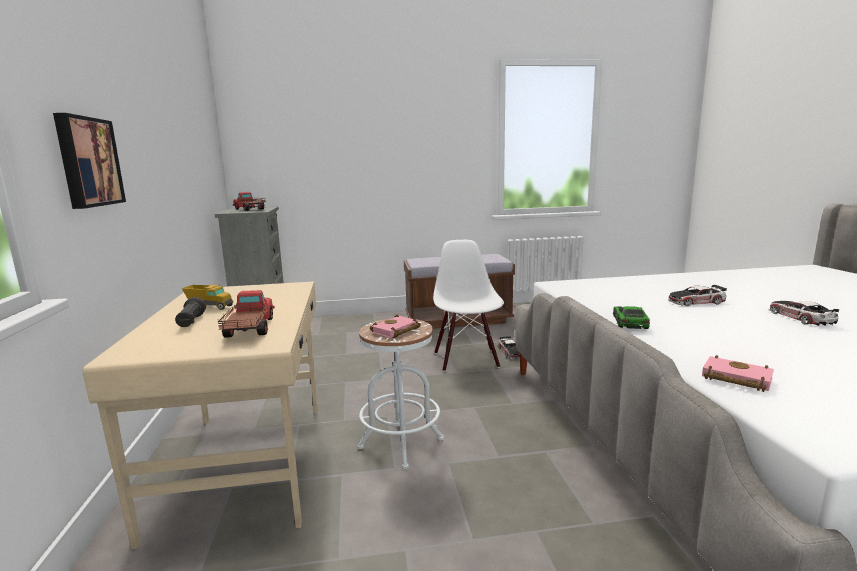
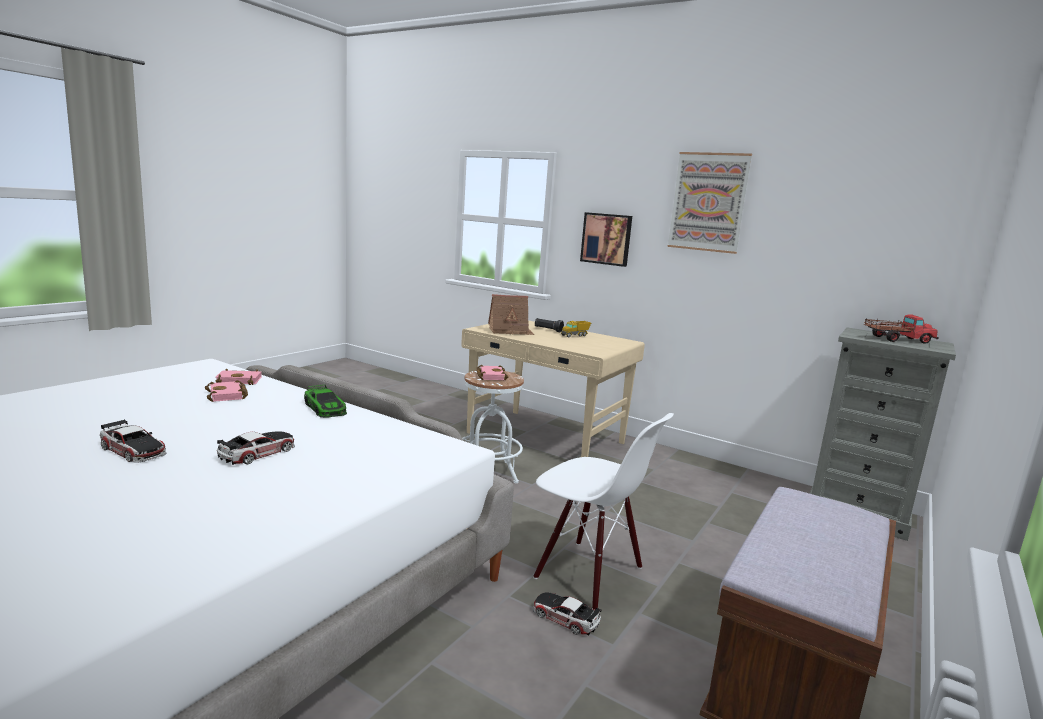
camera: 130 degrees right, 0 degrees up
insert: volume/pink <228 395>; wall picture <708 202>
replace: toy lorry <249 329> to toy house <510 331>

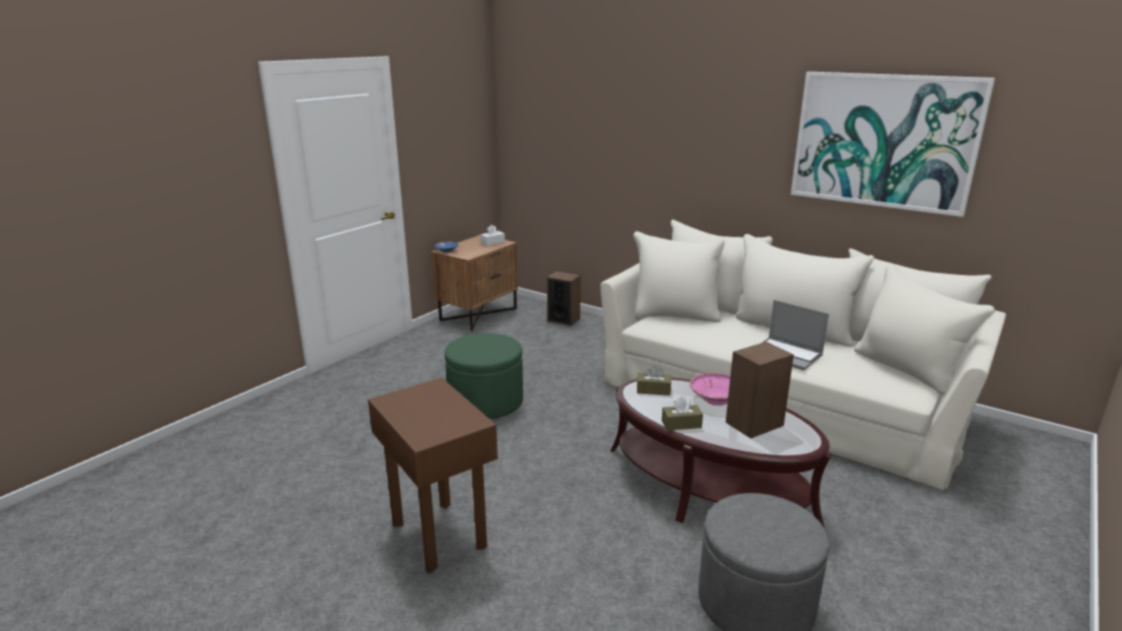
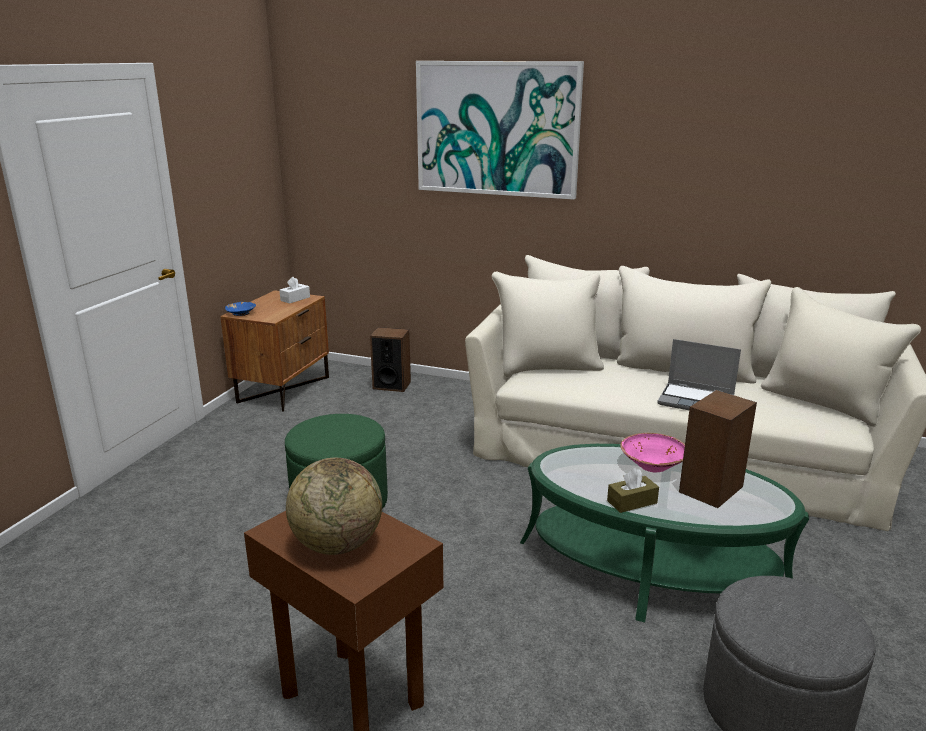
camera: 15 degrees left, 0 degrees up
delete: tissue box/brown <653 390>
insert: globe <337 544>
move: wall picture <884 141> to <497 129>
recolor: coffee table/brown <708 485> to coffee table/greenish <651 568>

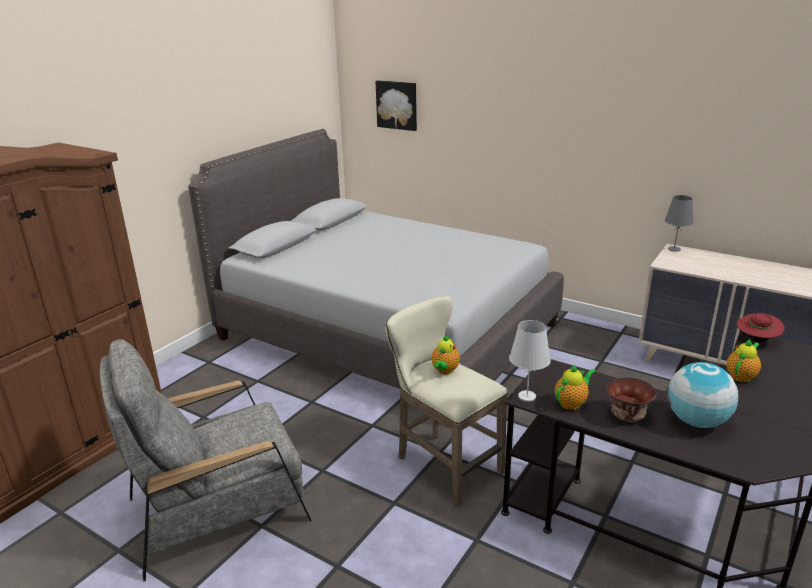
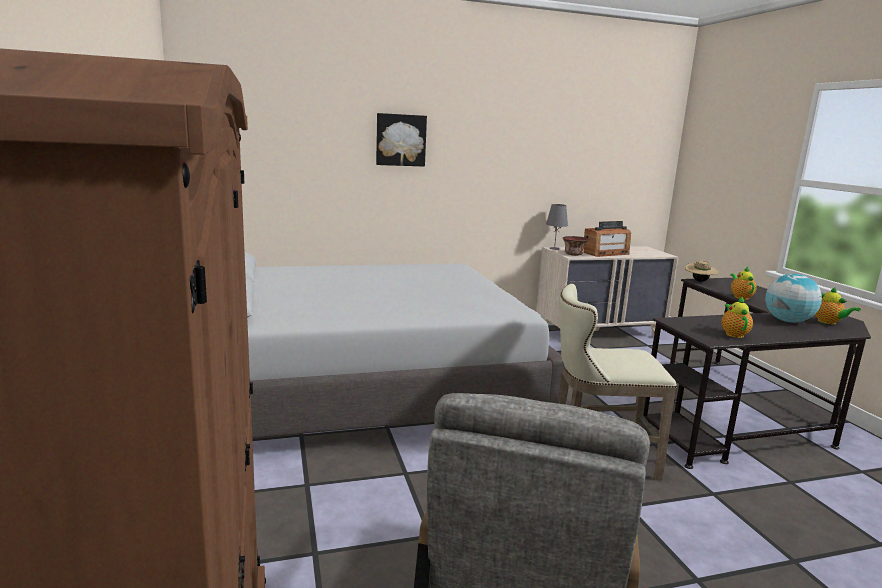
camera: 50 degrees left, 10 degrees down
delete: table lamp/white-coloured <526 396>
insert: radio receiver <605 253>
move: wall picture <397 105> to <400 140>; teapot <444 371> to <828 322>; serving bowl <627 416> to <574 255>
recolor: clothing hat/red-coloured <756 340> to clothing hat/beige-coloured <699 281>

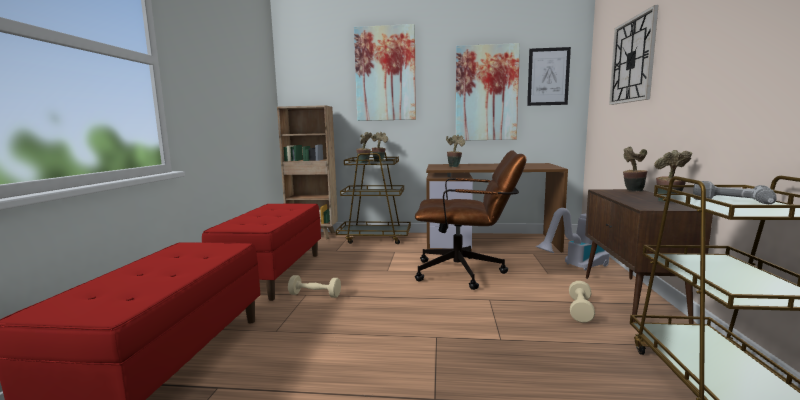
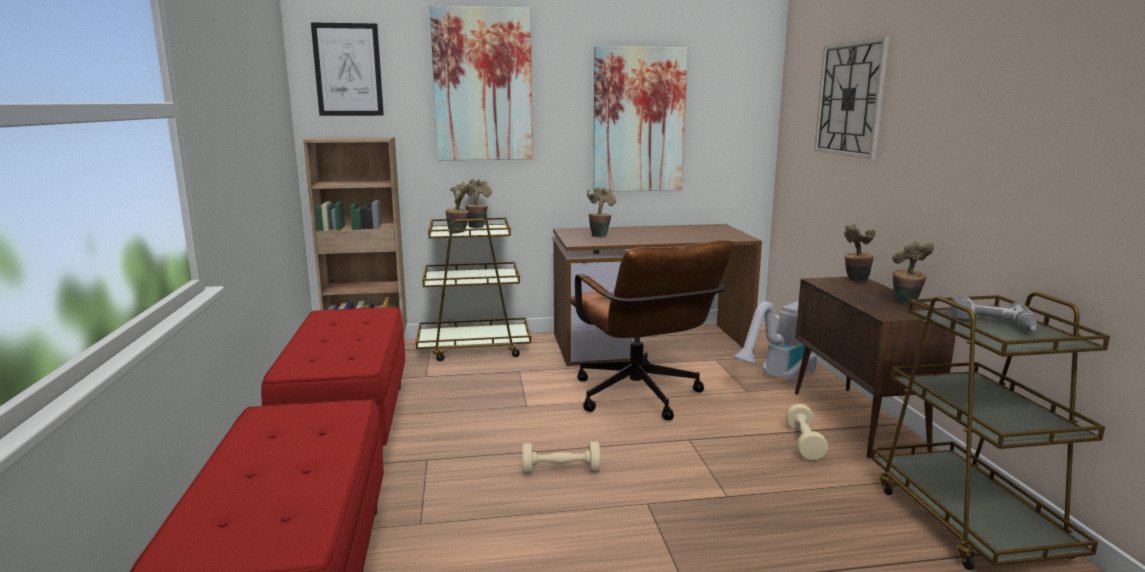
camera: 15 degrees left, 5 degrees up
move: dumbbell/beige-coloured <315 295> to <561 471>; wall picture <548 77> to <348 70>
rotate: desk chair/brown <467 272> = <641 399> 75 degrees clockwise

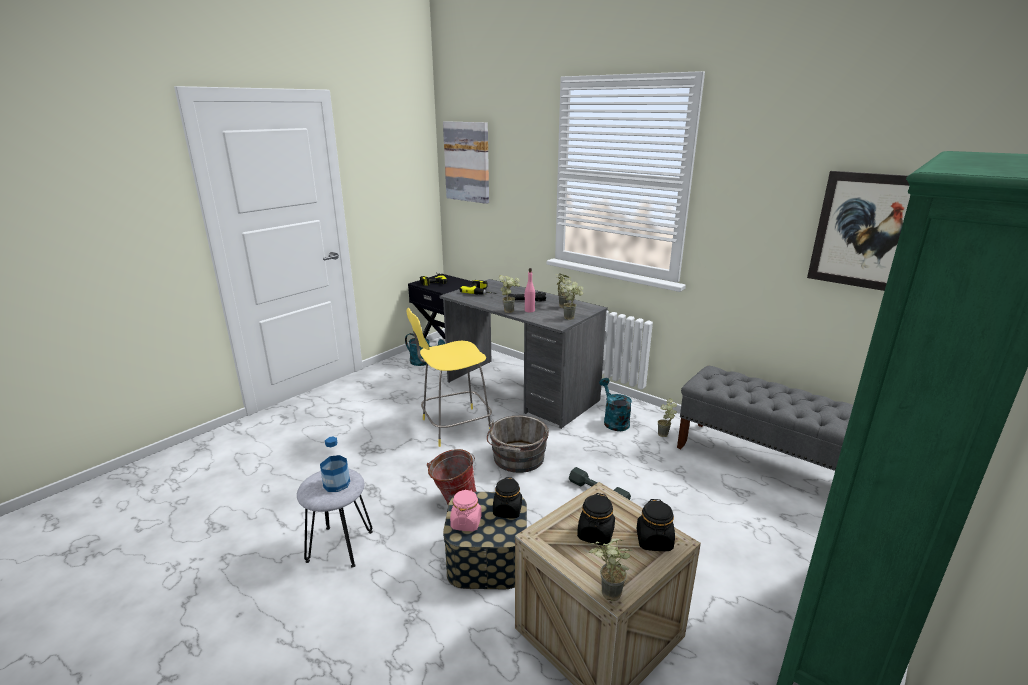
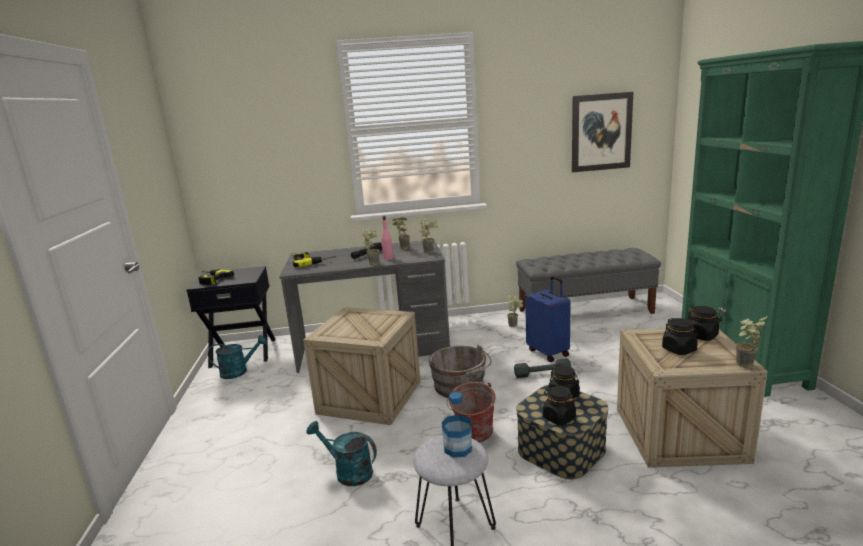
camera: 45 degrees left, 5 degrees down
delete: wall picture <467 162>
insert: travel case/blue-coloured <549 352>
move: watering pot/turquoise <614 421> to <348 472>
replace: stool/yellowish <453 427> to packing crate <370 397>
recolor: storage jar/pink <466 522> to storage jar/black-coloured <559 418>

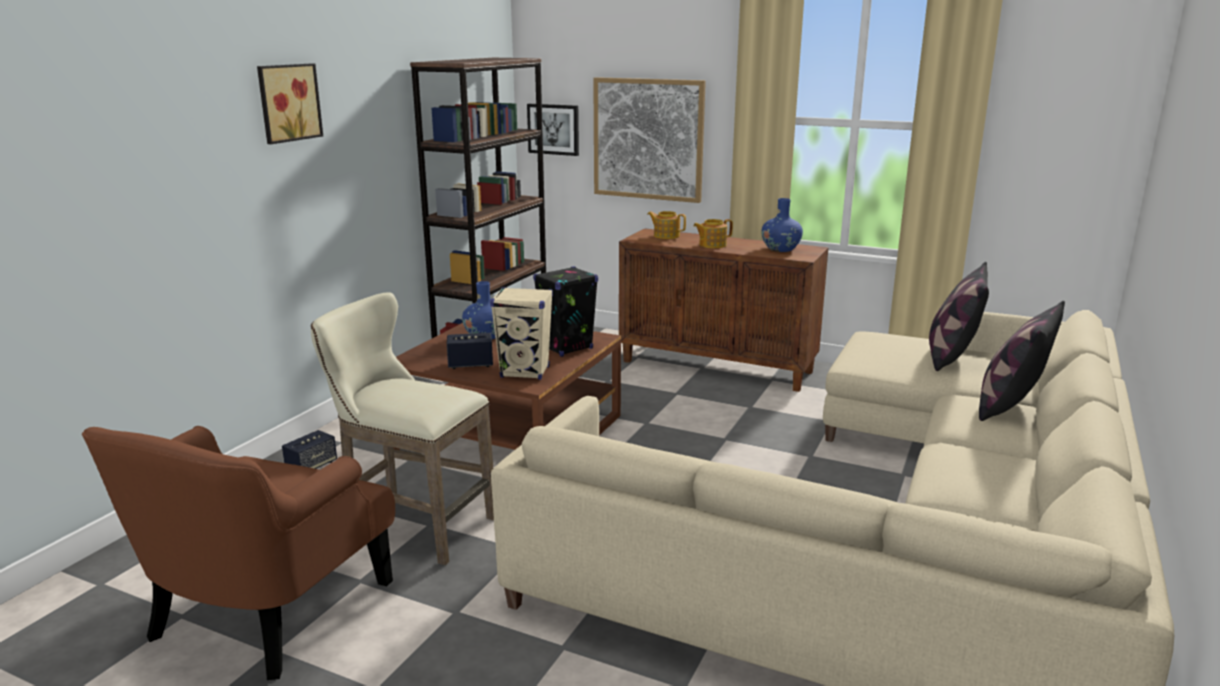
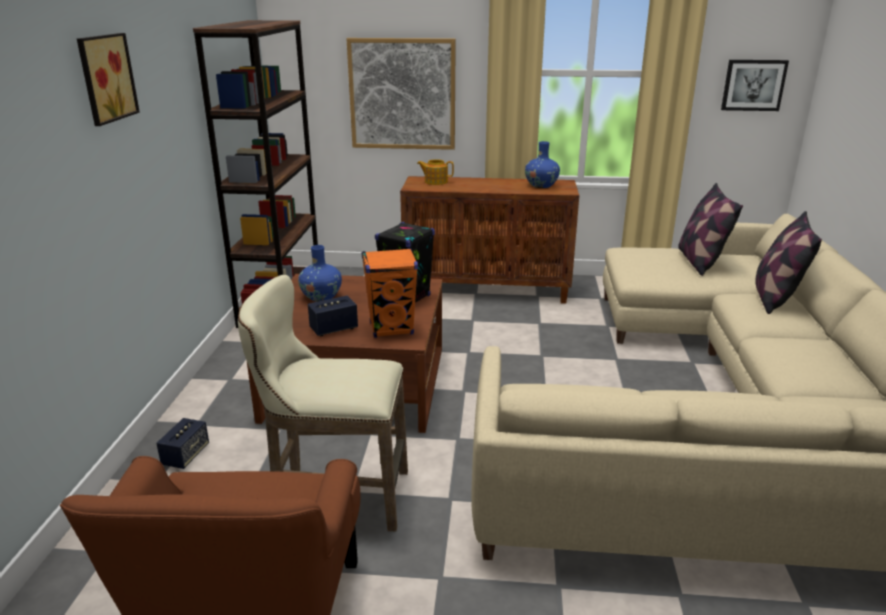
camera: 20 degrees left, 5 degrees up
delete: teapot <712 245>
move: wall picture <553 129> to <753 85>
recolor: loudspeaker/beige-coloured <525 372> to loudspeaker/orangey <392 329>

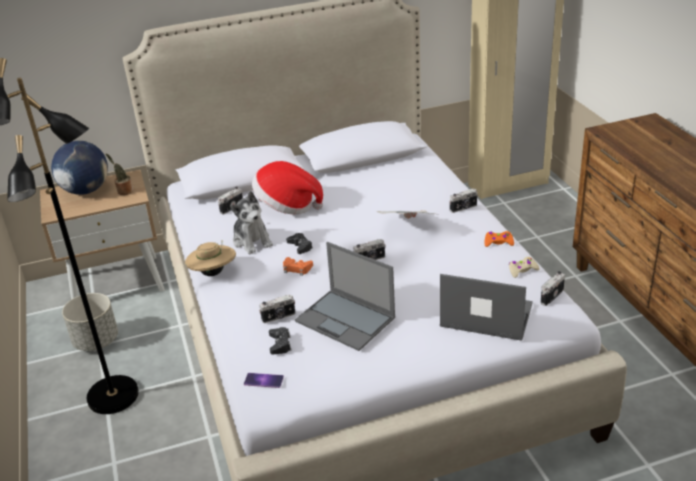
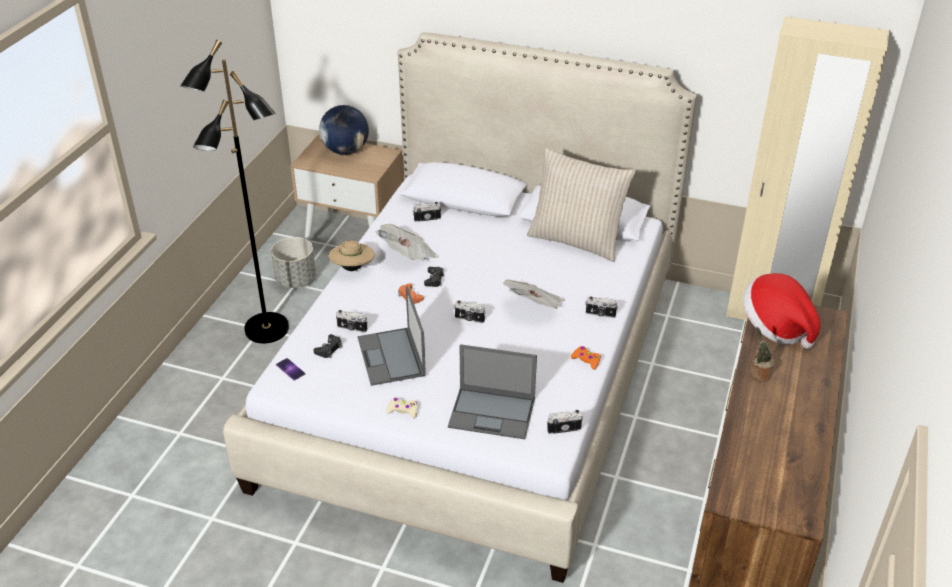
camera: 35 degrees right, 5 degrees up
insert: throw pillow/beige-coloured <576 240>
move: houseplant <124 191> to <758 374>; clothing hat <287 206> to <776 326>; joypad/beige-coloured <522 270> to <402 410>
replace: cuddly toy <252 241> to newspaper <408 256>
rotate: portable computer <485 315> = <493 413> 135 degrees clockwise

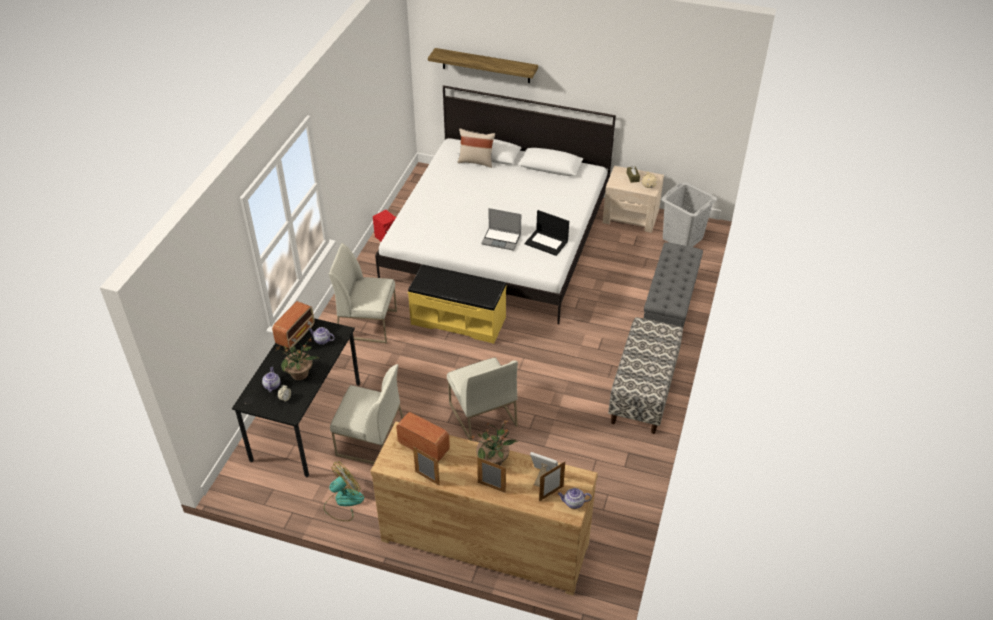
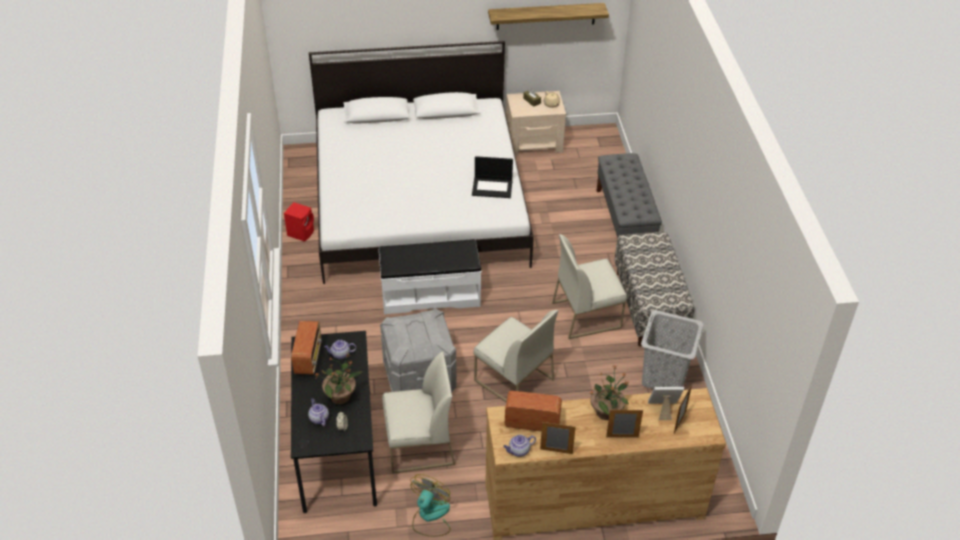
camera: 25 degrees left, 0 degrees up
delete: throw pillow/beige-coloured <476 161>; portable computer <502 239>
insert: storage box/greyish <419 378>
move: plain chair/white-coloured <368 323> to <586 314>; bracket shelf <486 65> to <546 16>; teapot <573 503> to <519 451>; washing basket/greyish <682 239> to <664 378>
recolor: bench/yellowish <458 320> to bench/white-coloured <430 294>

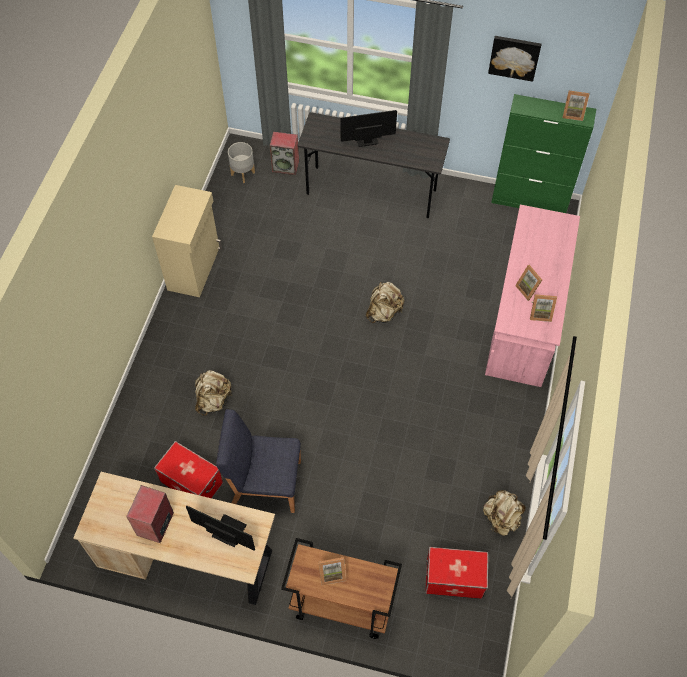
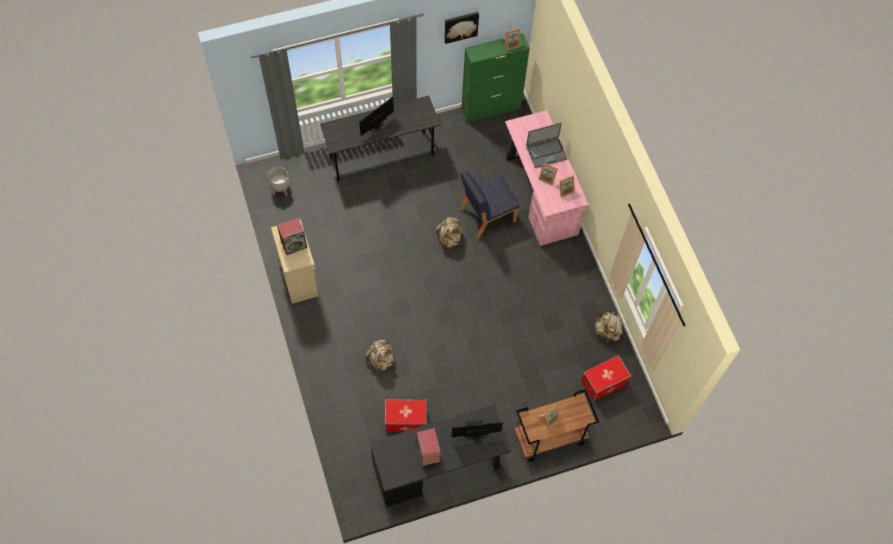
camera: 35 degrees left, 5 degrees up
insert: portable computer <546 152>
move: plain chair/blue-coloured <264 483> to <487 215>; loudspeaker <286 166> to <294 244>
recolor: desk/beige-coloured <188 558> to desk/black-coloured <439 467>

